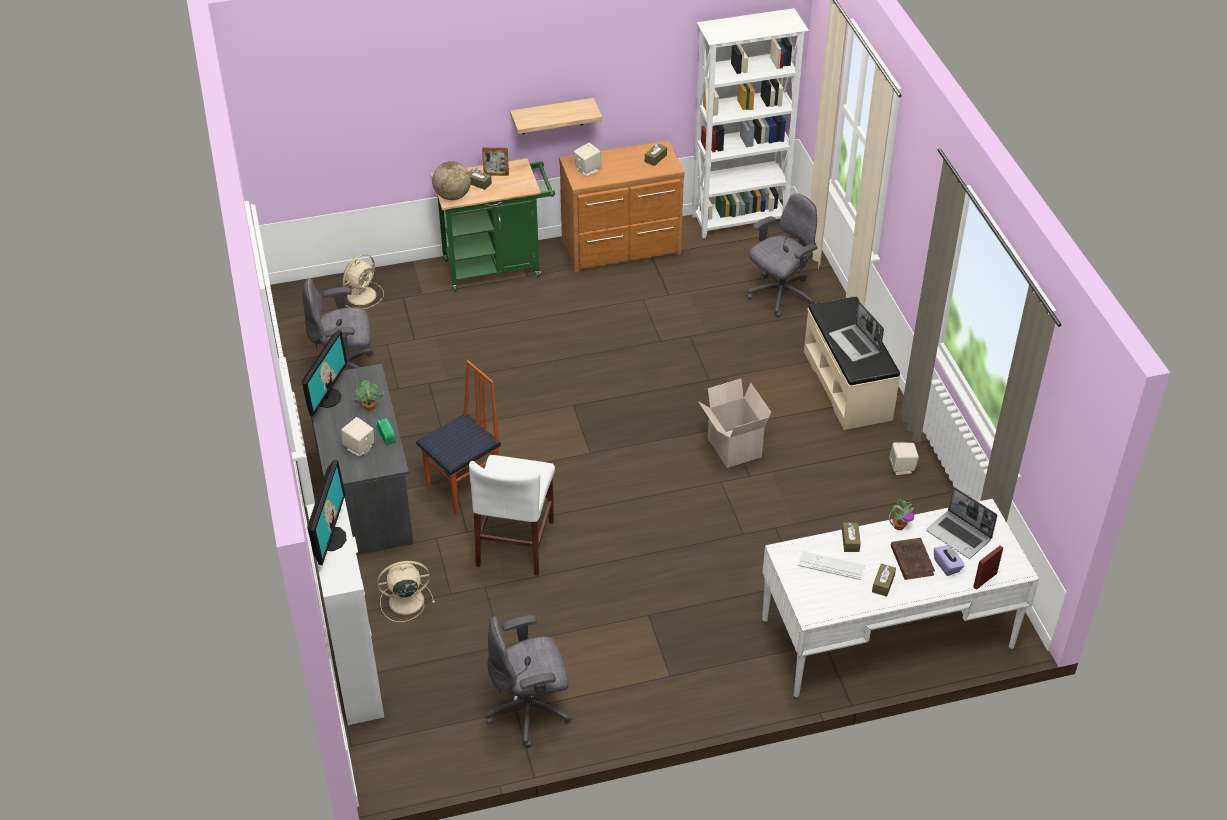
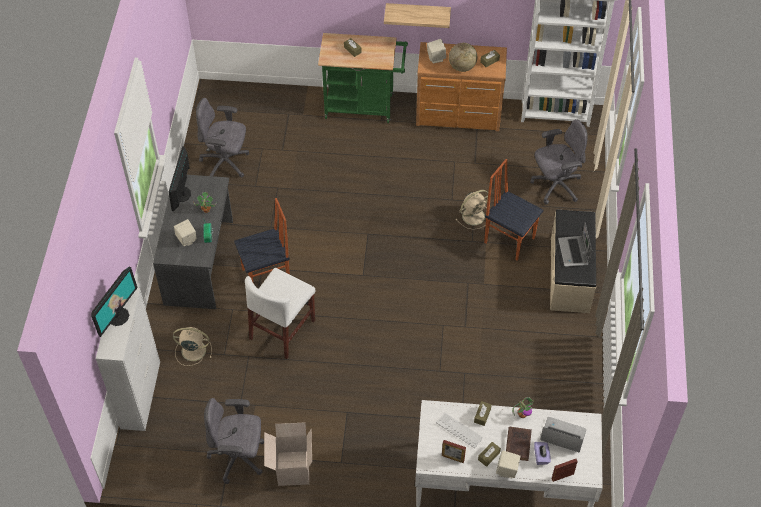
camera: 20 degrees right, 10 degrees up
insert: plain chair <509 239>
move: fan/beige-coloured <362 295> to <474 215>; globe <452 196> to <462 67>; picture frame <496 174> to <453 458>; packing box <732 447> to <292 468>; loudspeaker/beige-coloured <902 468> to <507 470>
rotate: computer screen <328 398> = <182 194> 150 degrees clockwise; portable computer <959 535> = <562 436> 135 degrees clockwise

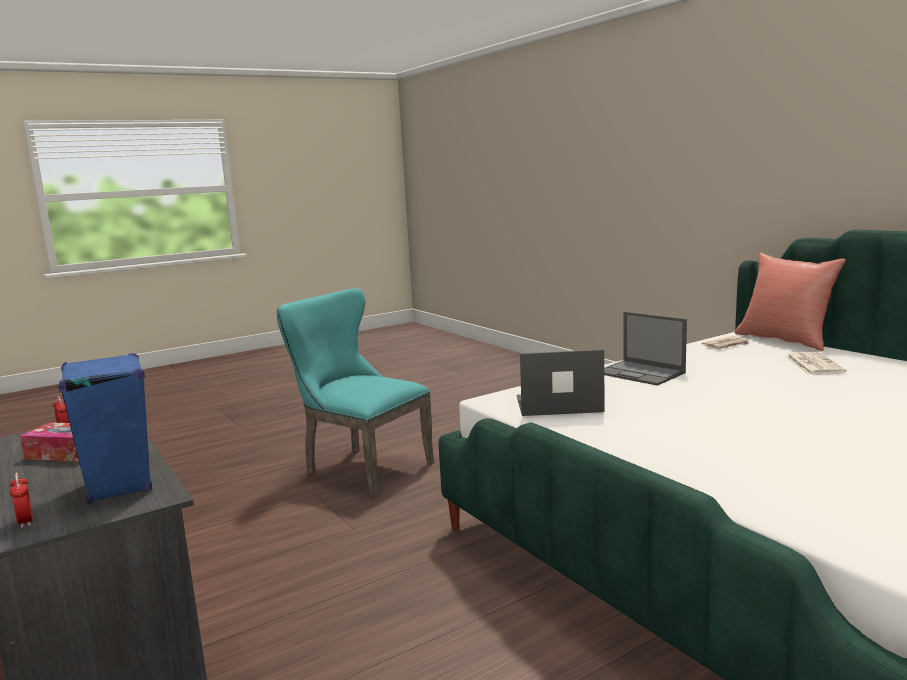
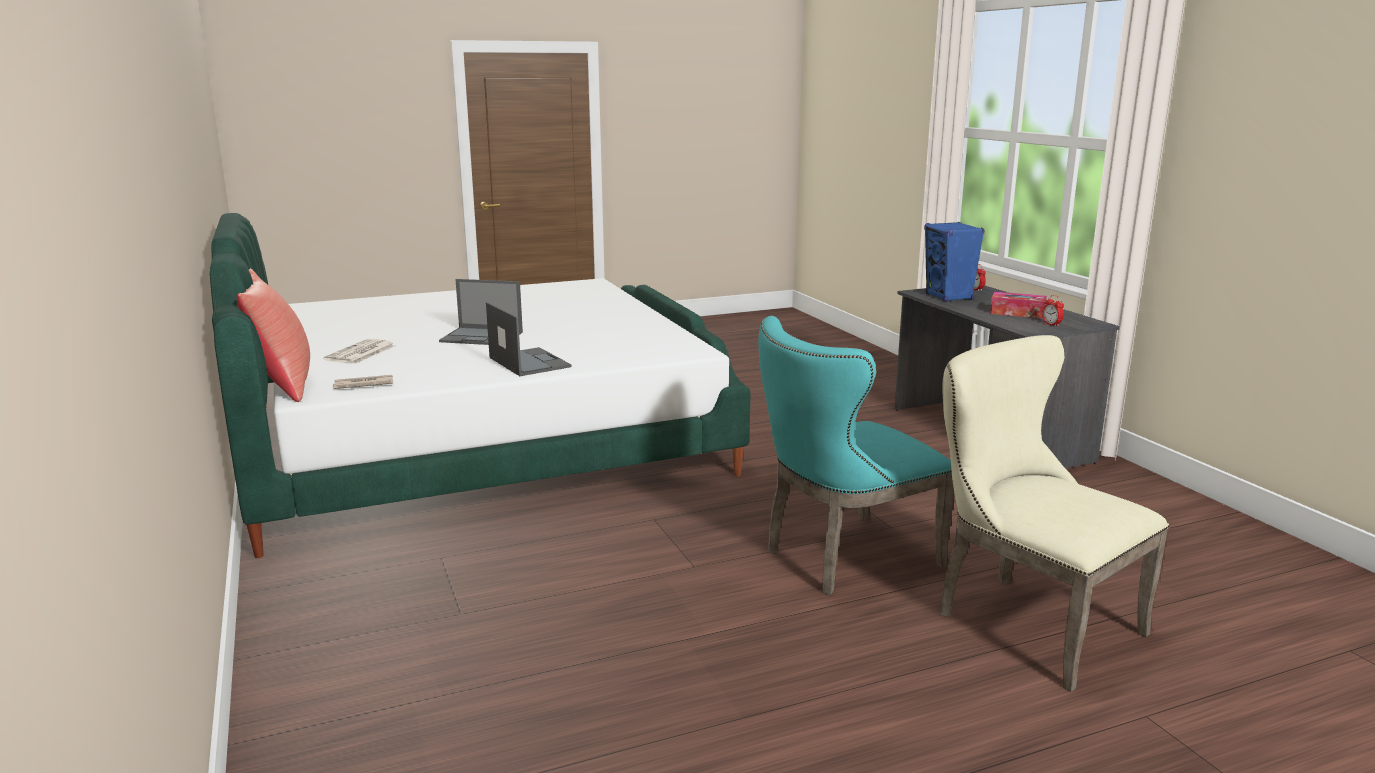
camera: 170 degrees left, 5 degrees up
insert: plain chair/beige-coloured <1025 621>
move: portable computer <557 404> to <483 337>
rotate: plain chair/turquoise <361 468> = <842 558> 105 degrees clockwise

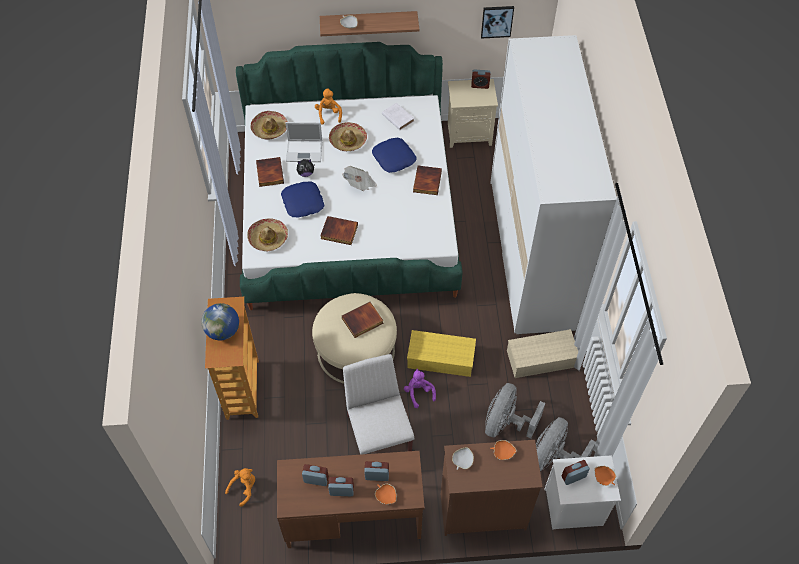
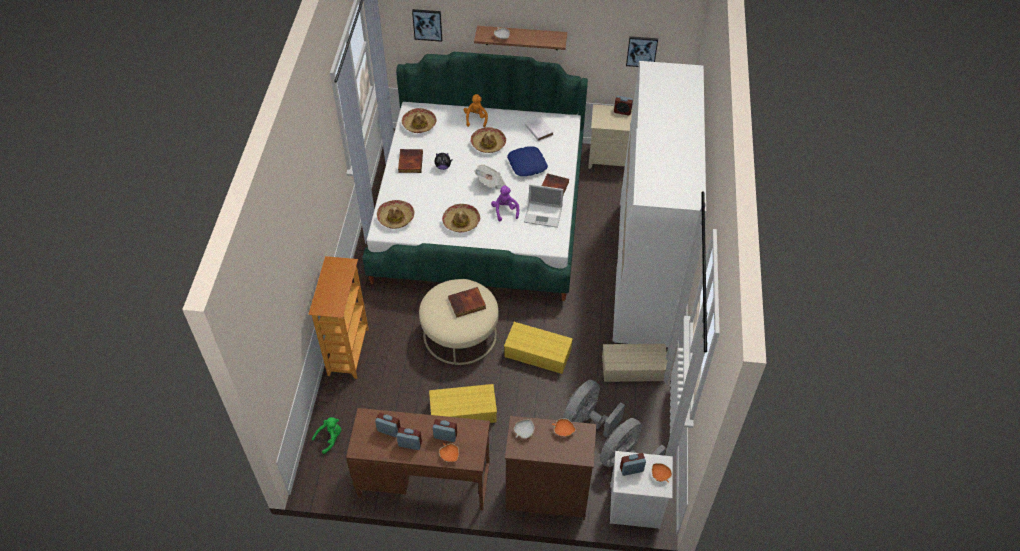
camera: 10 degrees right, 5 degrees down
delete: globe <223 331>; throw pillow/blue-coloured <303 202>
insert: wall picture <427 24>
move: portable computer <305 151> to <544 215>; cuddly toy/purple <419 392> to <505 210>
replace: volume <339 232> to clothing hat <461 222>; plain chair/white-coloured <378 434> to storage box/yellowish <464 411>
recolor: cuddly toy/orangey <244 488> to cuddly toy/greenish <330 438>

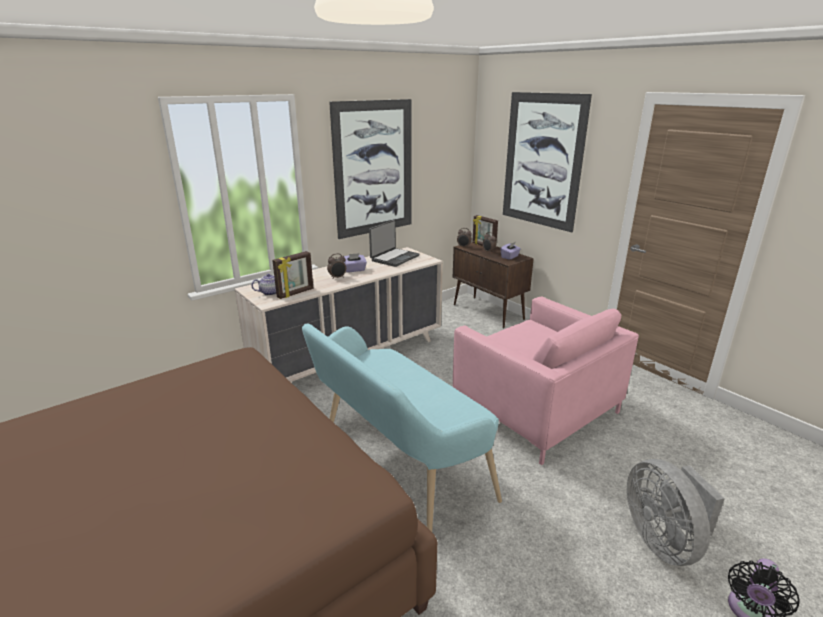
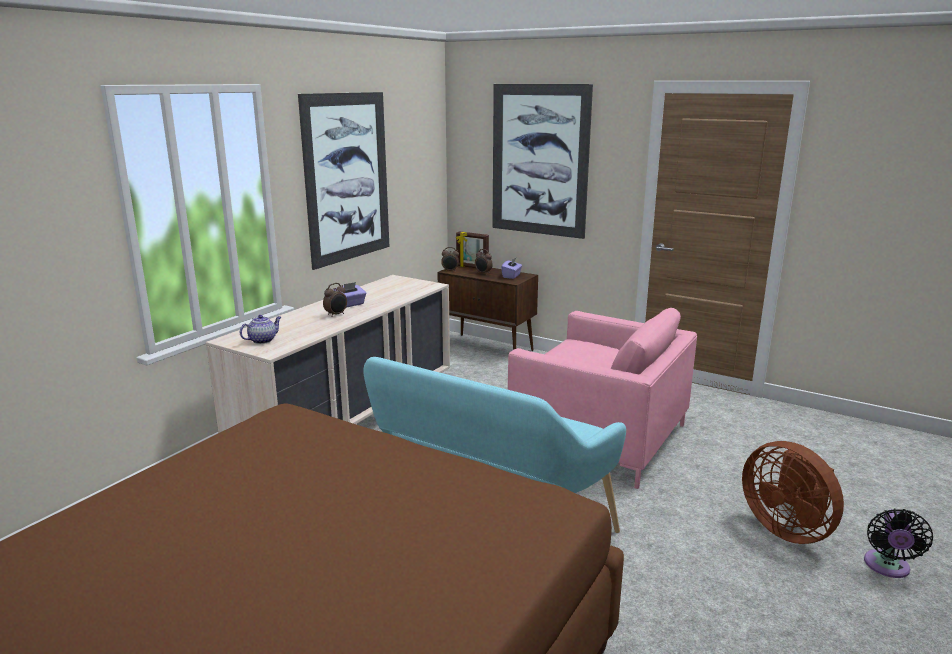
camera: 20 degrees left, 5 degrees down
delete: picture frame <296 293>; portable computer <394 258>
recolor: fan/greyish <663 540> to fan/brown <787 528>

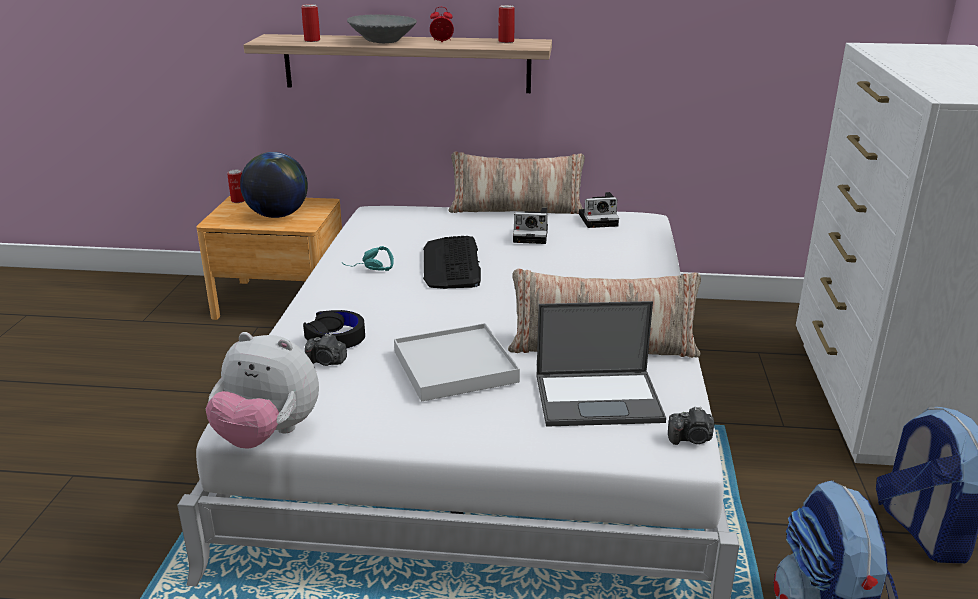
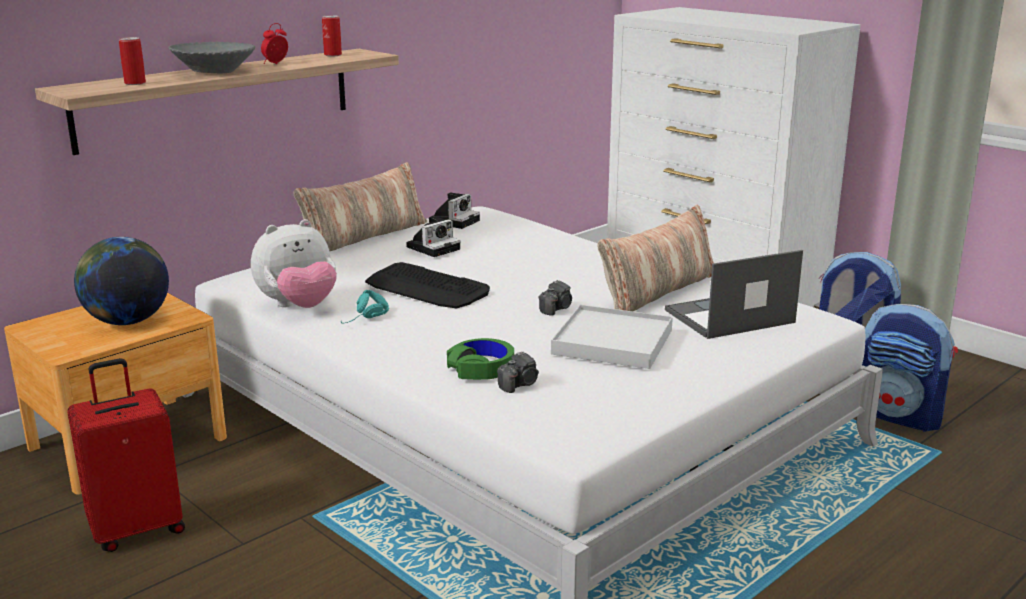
camera: 50 degrees left, 5 degrees down
delete: can <238 201>
insert: travel case/red-coloured <137 529>
move: cuddly toy <268 435> to <298 306>; photo camera <691 439> to <556 309>
recolor: headphones/black-coloured <336 337> to headphones/greenish <481 368>
rotate: portable computer <599 398> = <728 317> 150 degrees counterclockwise

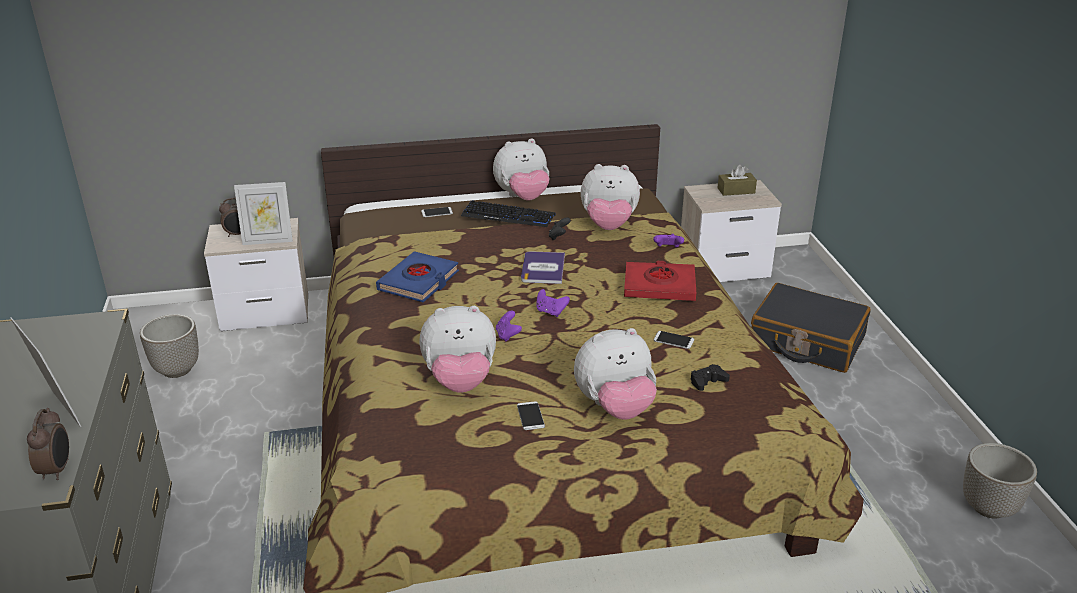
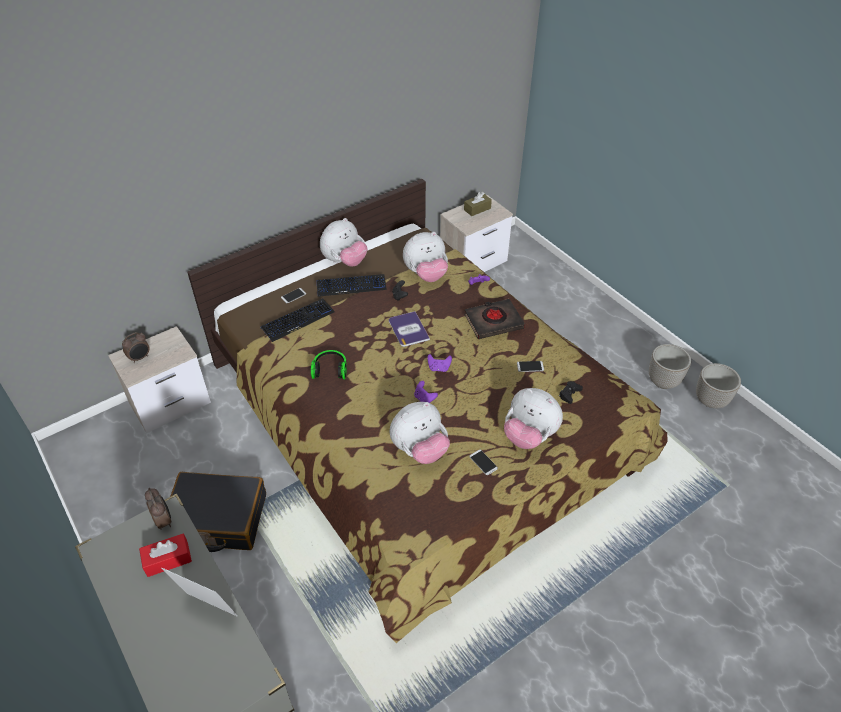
camera: 25 degrees left, 15 degrees up
delete: picture frame <268 241>
insert: tissue box/red-coloured <168 559>; computer keyboard <298 320>
move: bedside clock <57 469> to <164 520>; planter <177 370> to <663 382>; travel case/black-coloured <806 341> to <217 519>
replace: volume/blue-coloured <419 282> to headphones <330 369>
recolor: volume/red-coloured <659 286> to volume/black-coloured <493 322>
rotate: cuddly toy <615 407> = <529 436> 75 degrees clockwise

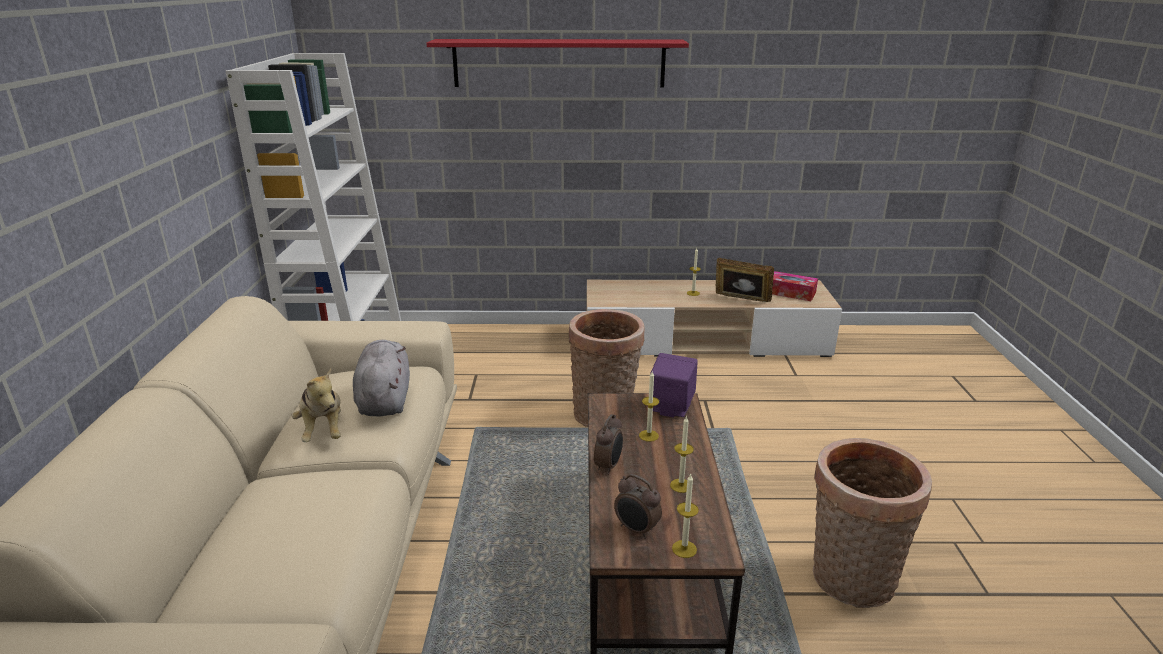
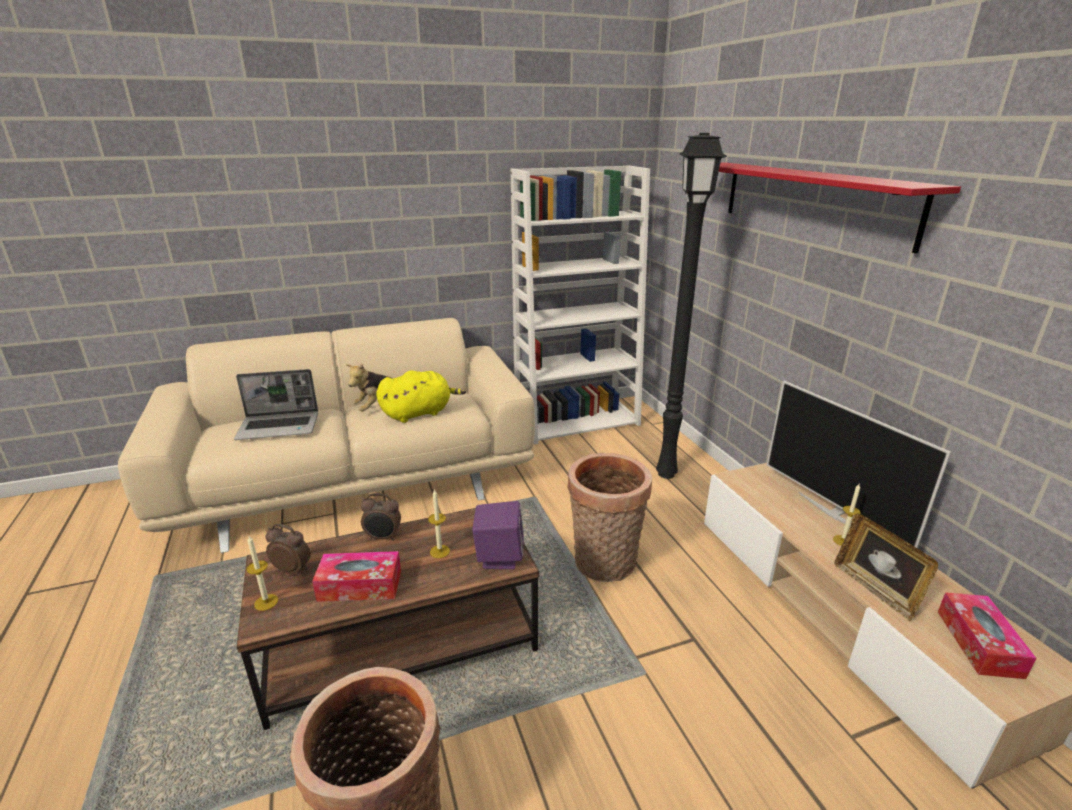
camera: 70 degrees right, 0 degrees up
insert: portable computer <280 427>; standing lamp/black-coloured <667 473>; television <834 513>
replace: wax candle <681 485> to tissue box <360 585>
recolor: cuddly toy/greyish <384 400> to cuddly toy/yellowish <419 413>
rotate: bedside clock <636 530> = <293 570> 90 degrees clockwise; picture frame <741 300> = <876 589> 150 degrees clockwise

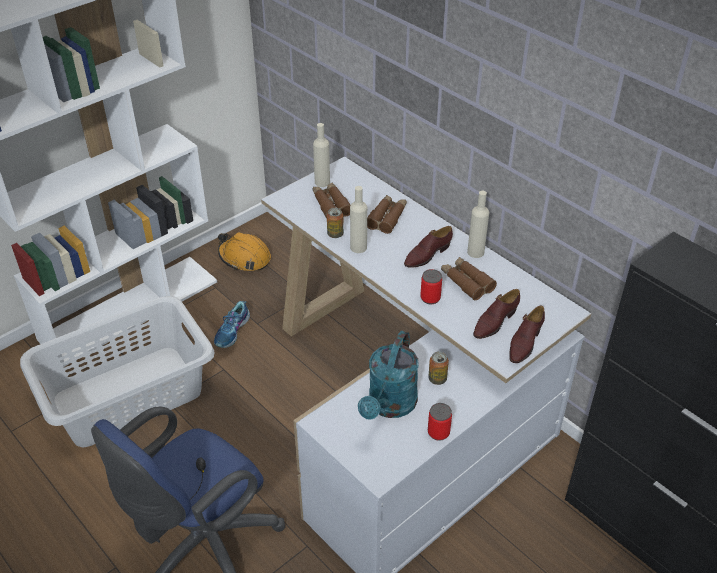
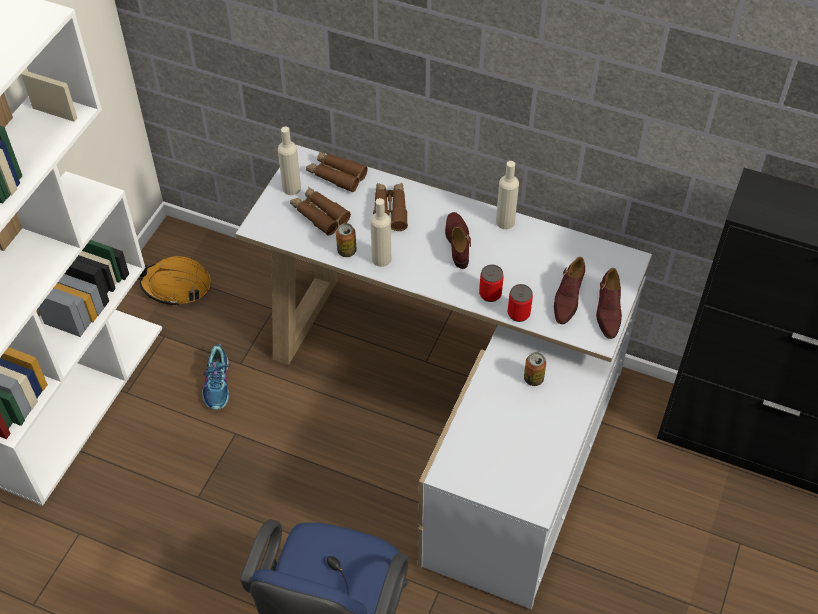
camera: 25 degrees left, 10 degrees up
delete: washing basket/greyish <127 395>; watering pot/turquoise <389 406>
move: can <438 432> to <518 313>; pair of binoculars/brown <466 282> to <336 175>
rotate: shoe/brown <427 255> = <458 243> 150 degrees clockwise

